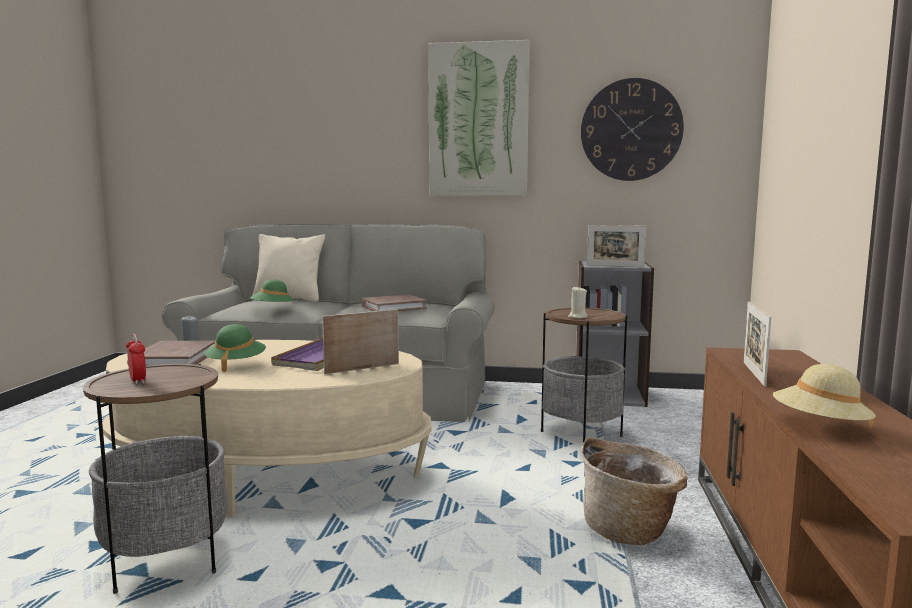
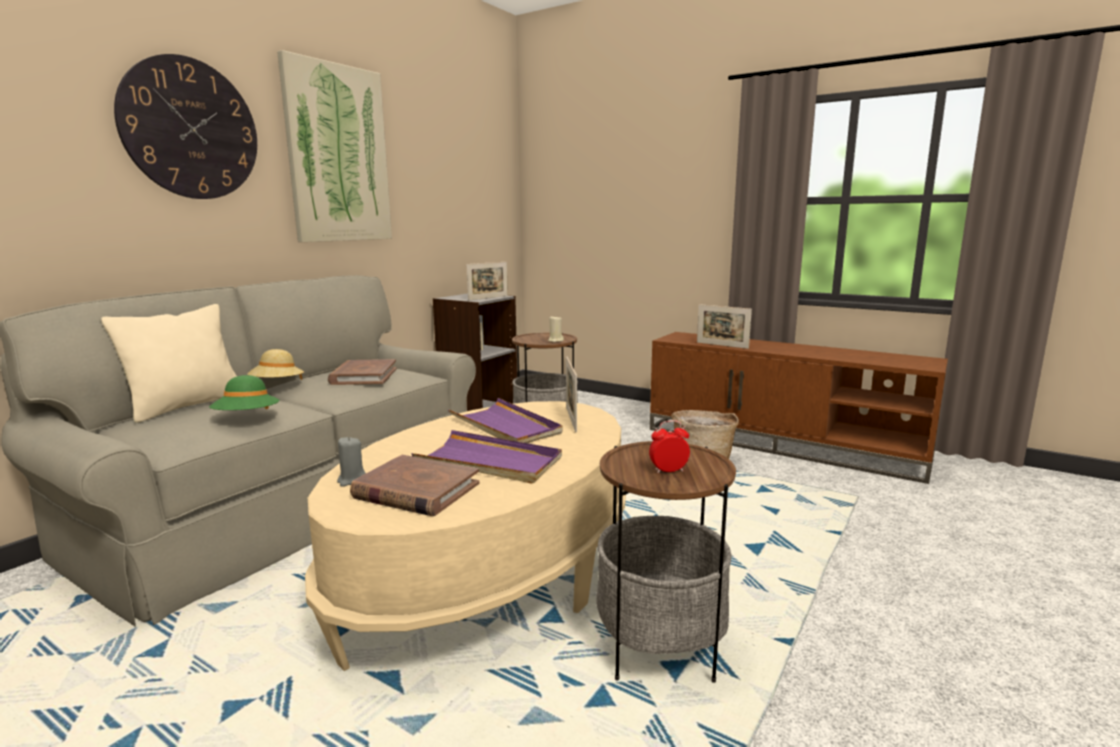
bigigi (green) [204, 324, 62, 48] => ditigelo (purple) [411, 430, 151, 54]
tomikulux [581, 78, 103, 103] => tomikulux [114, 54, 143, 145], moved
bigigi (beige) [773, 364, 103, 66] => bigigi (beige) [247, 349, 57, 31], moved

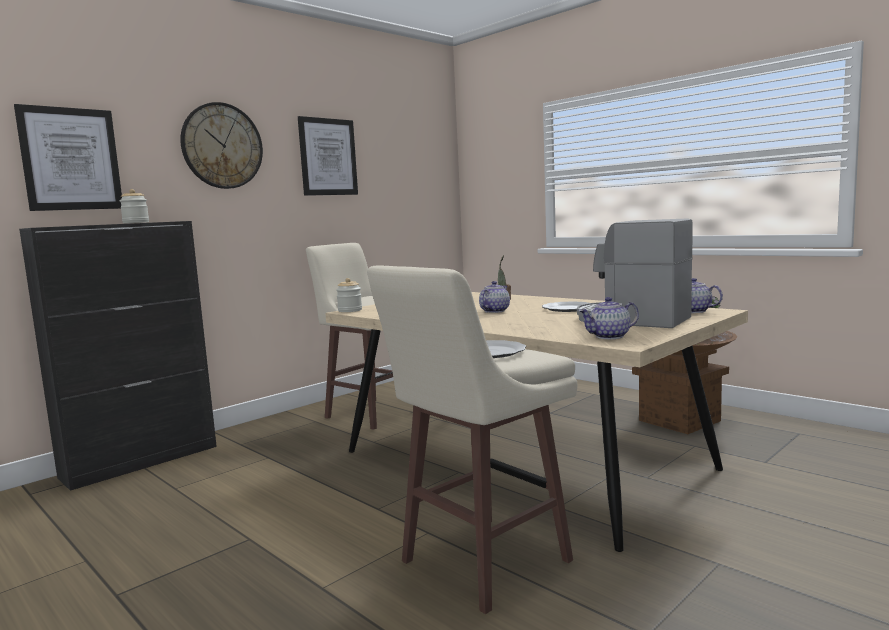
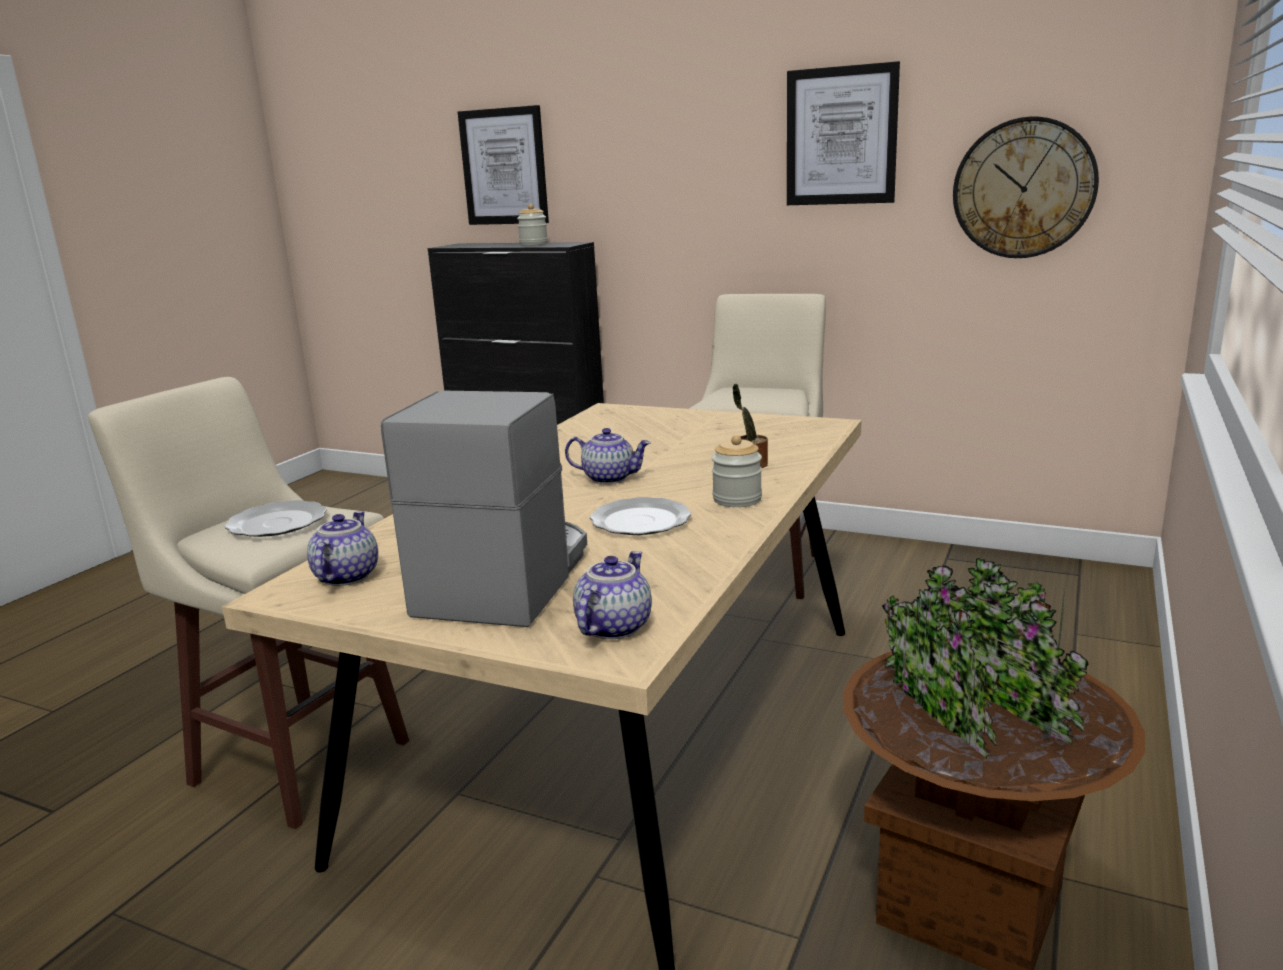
tomikulux [180, 102, 83, 87] => tomikulux [953, 117, 146, 141], moved
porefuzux [336, 278, 26, 34] => porefuzux [712, 435, 50, 72], moved
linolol [579, 297, 60, 42] => linolol [307, 512, 71, 74], 45 degrees clockwise

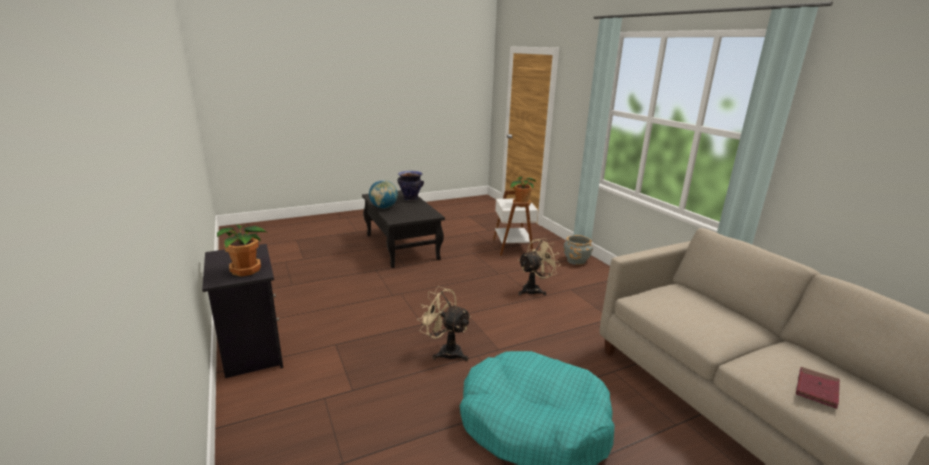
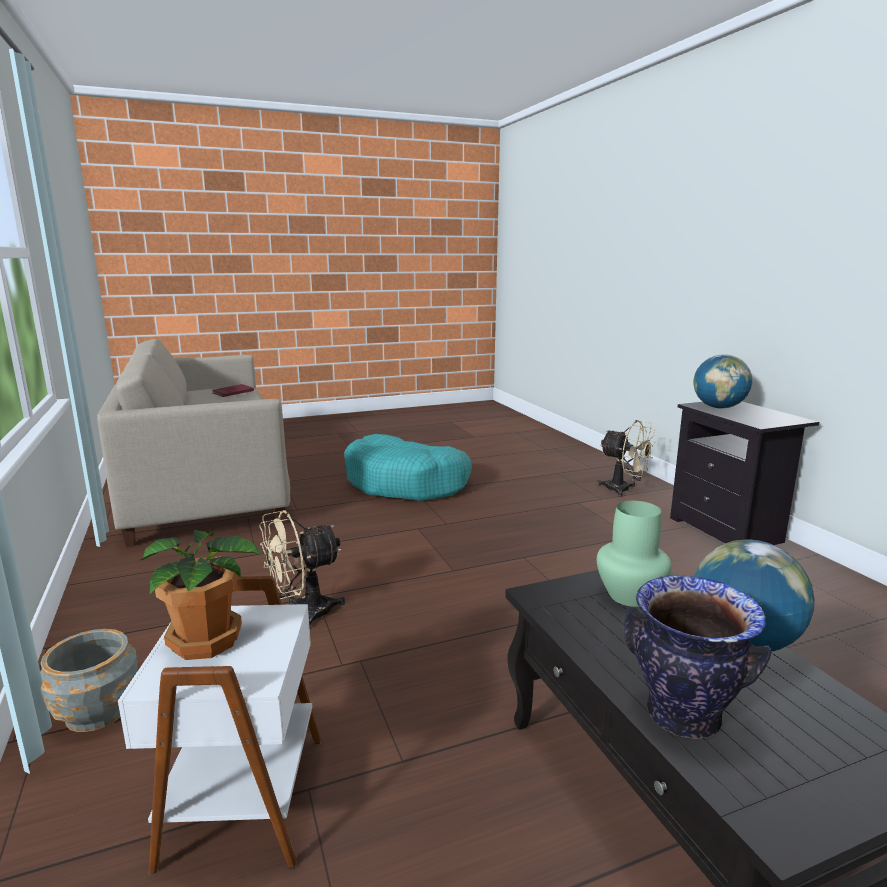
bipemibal [217, 224, 50, 52] => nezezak [694, 354, 58, 55]
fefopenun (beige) [417, 286, 54, 75] => fefopenun (beige) [597, 420, 59, 77], moved
nothing => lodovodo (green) [597, 501, 75, 106]

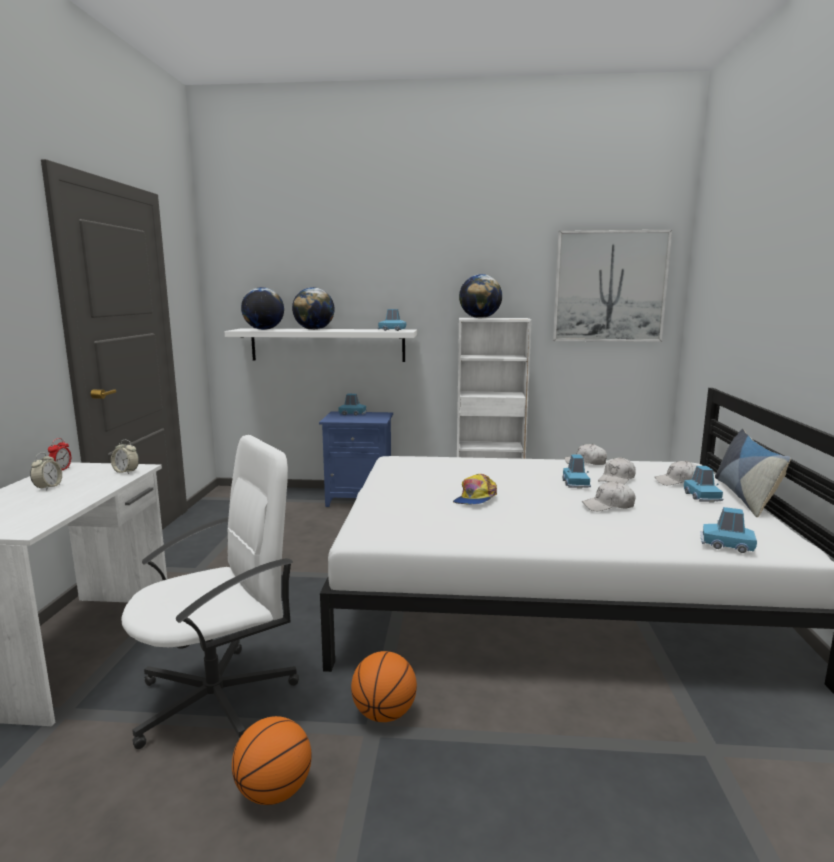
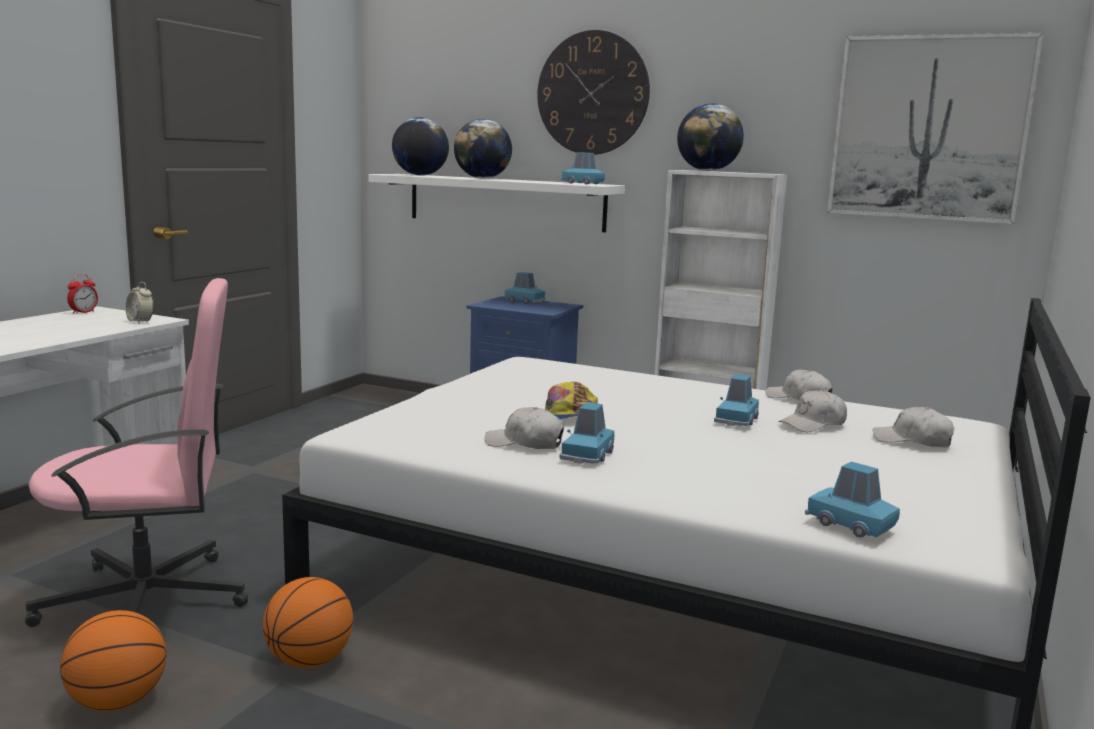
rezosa [30, 453, 32, 38] => nothing
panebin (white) [121, 435, 178, 314] => panebin (pink) [25, 278, 223, 349]
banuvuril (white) [582, 482, 53, 29] => banuvuril (white) [485, 407, 79, 42], moved
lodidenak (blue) [684, 466, 39, 36] => lodidenak (blue) [559, 402, 55, 62], moved
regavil [715, 429, 76, 88] => nothing
nothing => tomikulux [537, 30, 113, 125]

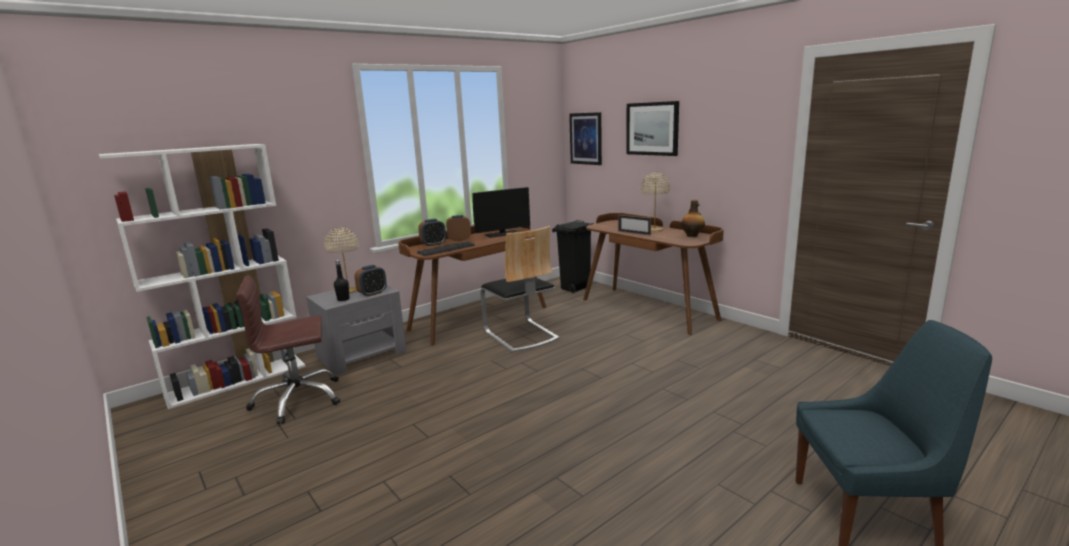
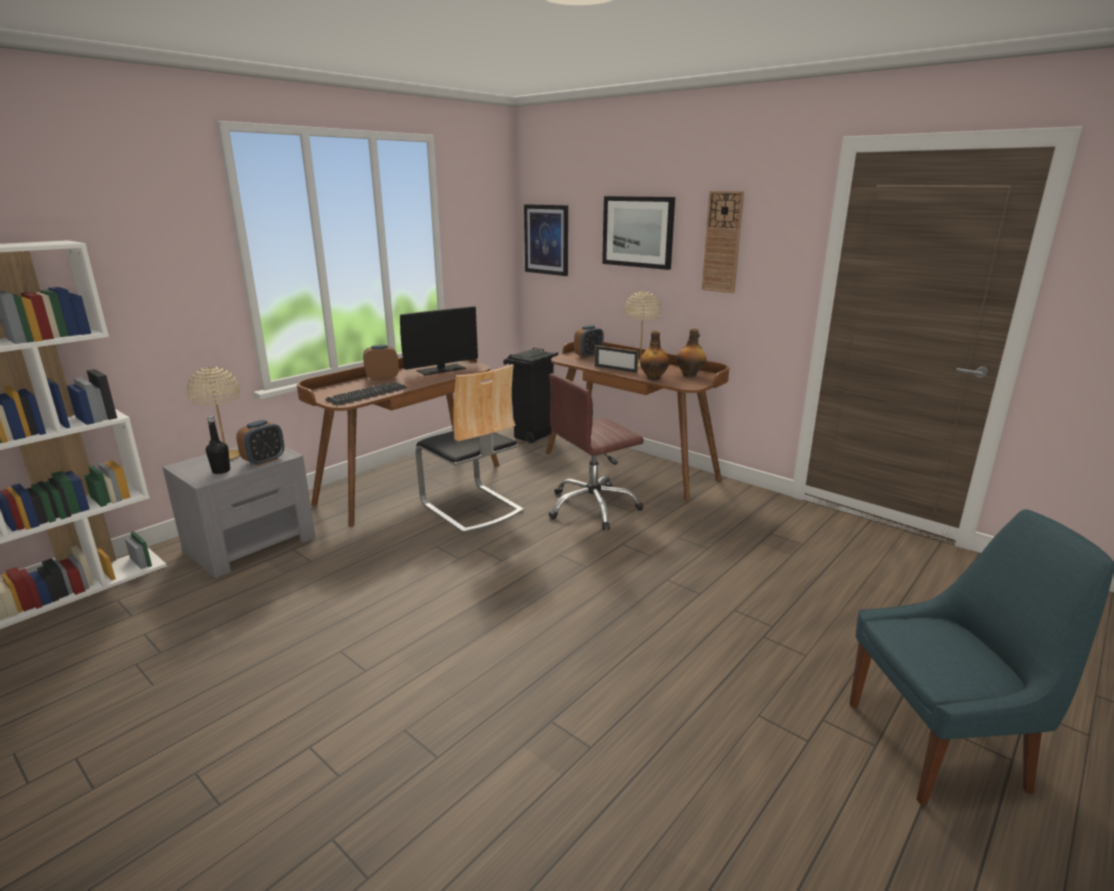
panebin (brown) [236, 275, 104, 149] => panebin (brown) [549, 373, 95, 157], moved
rezosa [418, 219, 28, 27] => rezosa [574, 325, 30, 33], moved
nothing => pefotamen [640, 331, 29, 49]
nothing => tomikulux [702, 191, 42, 102]

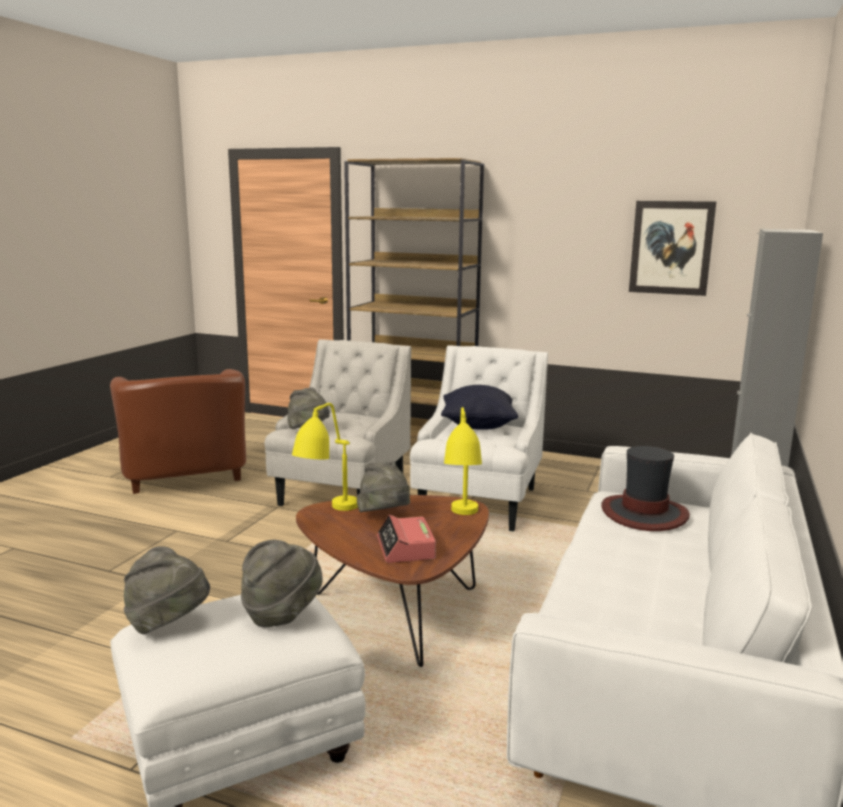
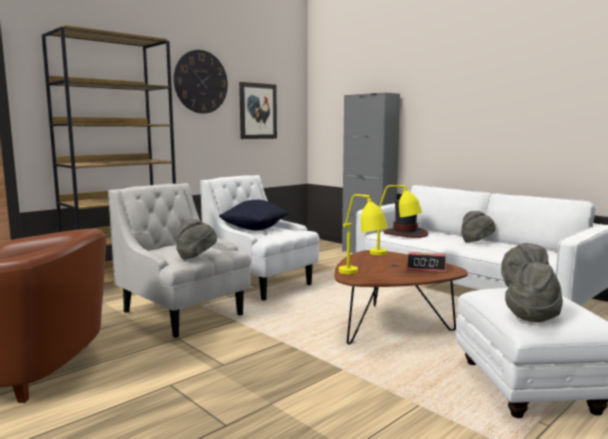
bigigi (grey) [357, 461, 53, 51] => bigigi (grey) [461, 211, 34, 31], moved
nothing => tomikulux [173, 50, 55, 64]

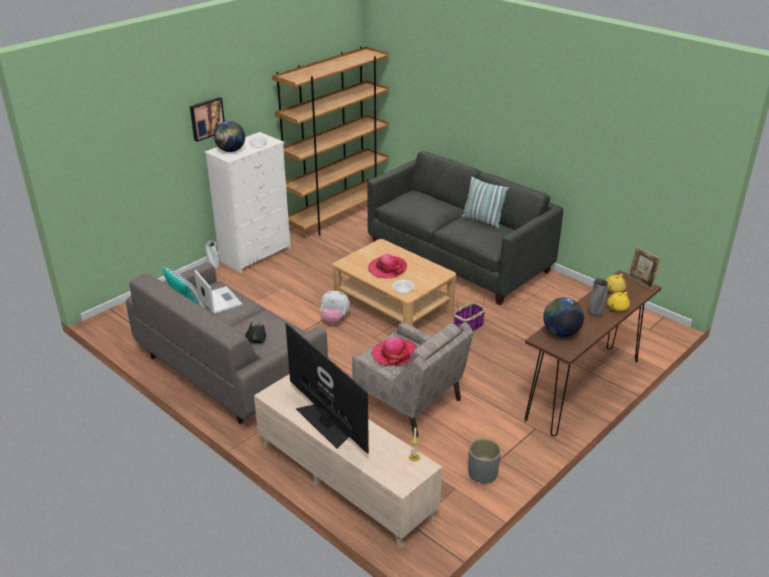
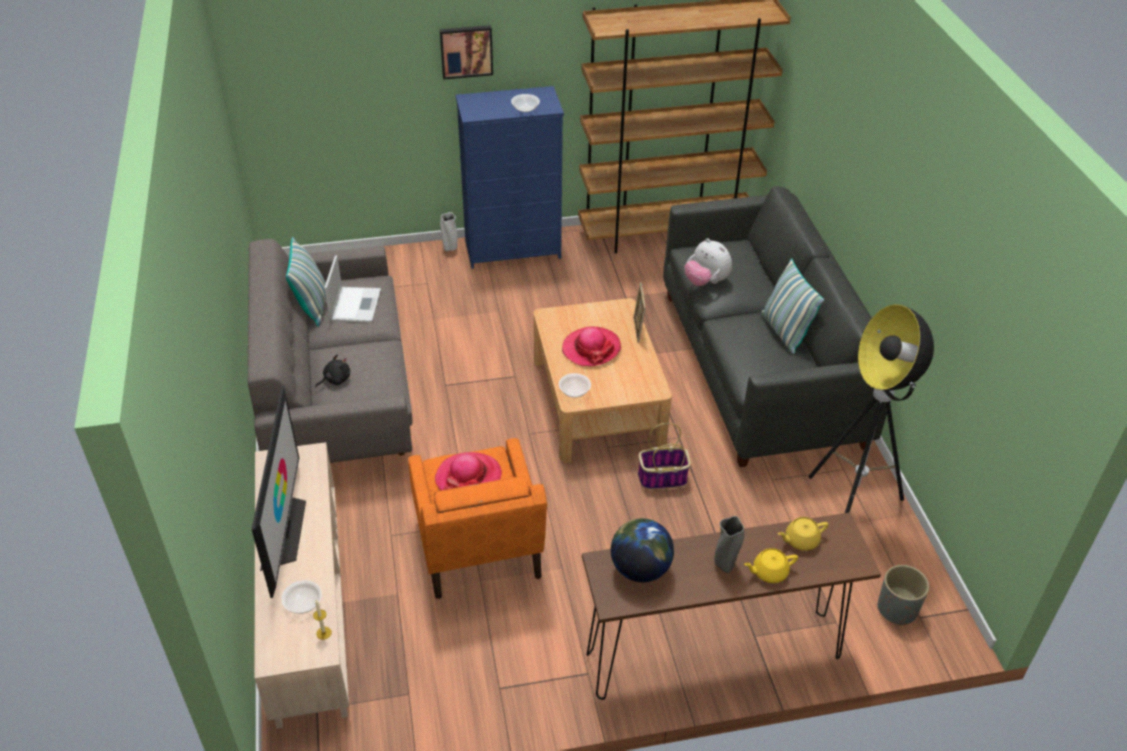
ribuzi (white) [204, 132, 87, 141] => ribuzi (blue) [455, 86, 109, 183]
nezezak [214, 121, 31, 31] => nothing
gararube [320, 290, 30, 34] => gararube [684, 238, 48, 48], moved
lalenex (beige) [352, 322, 121, 115] => lalenex (orange) [408, 438, 139, 161]
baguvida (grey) [468, 438, 33, 45] => baguvida (grey) [877, 565, 52, 61], moved
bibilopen [628, 246, 33, 43] => bibilopen [633, 282, 13, 61], moved
nothing => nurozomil [281, 580, 41, 34]
nothing => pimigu [808, 304, 126, 209]

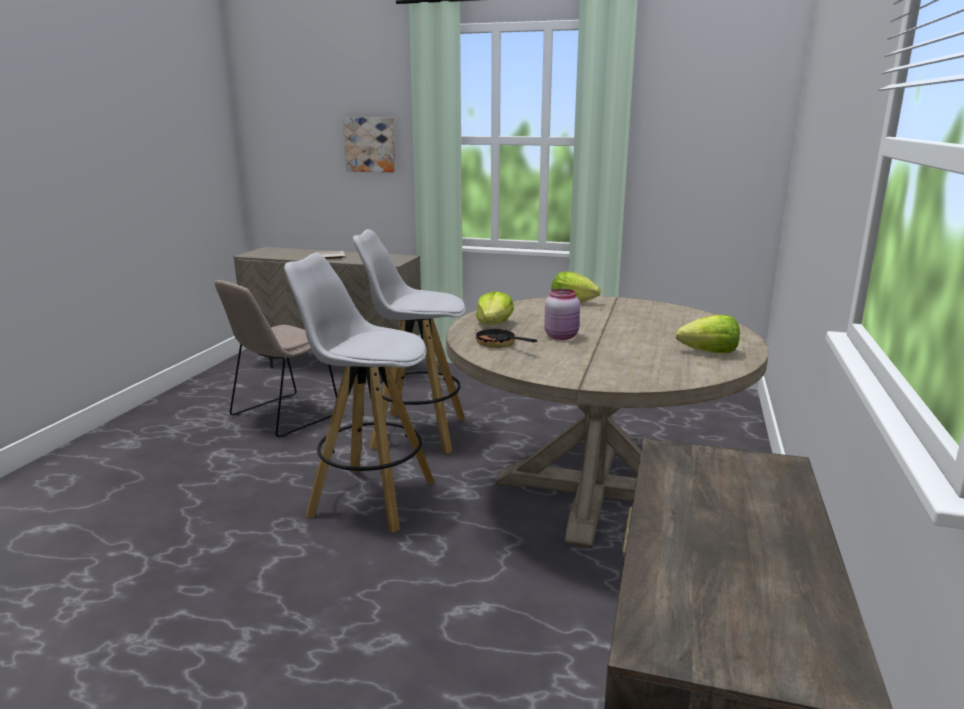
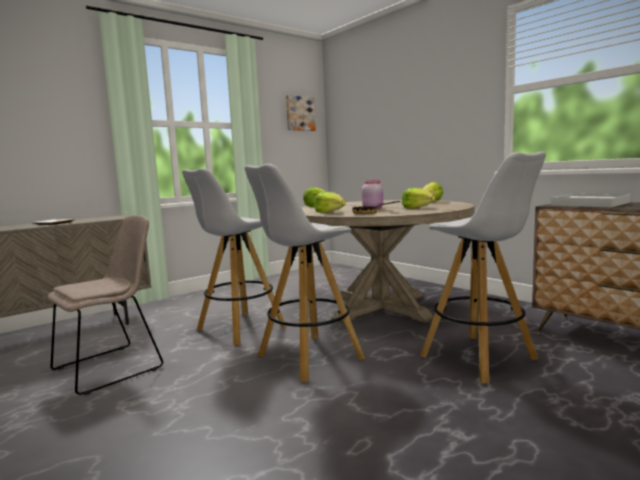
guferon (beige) [215, 280, 122, 157] => guferon (beige) [48, 215, 115, 180], 120 degrees counterclockwise
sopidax [343, 117, 53, 55] => sopidax [286, 95, 30, 36], moved
nothing => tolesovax [402, 188, 33, 21]
nothing => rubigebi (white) [420, 152, 126, 231]
nothing => ditigelo (white) [551, 194, 79, 13]

